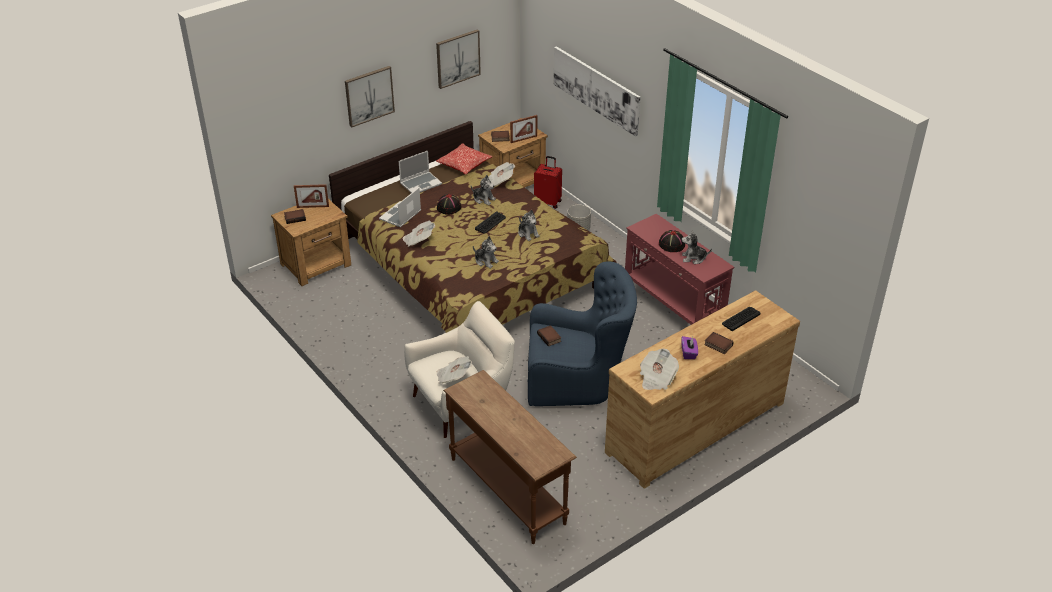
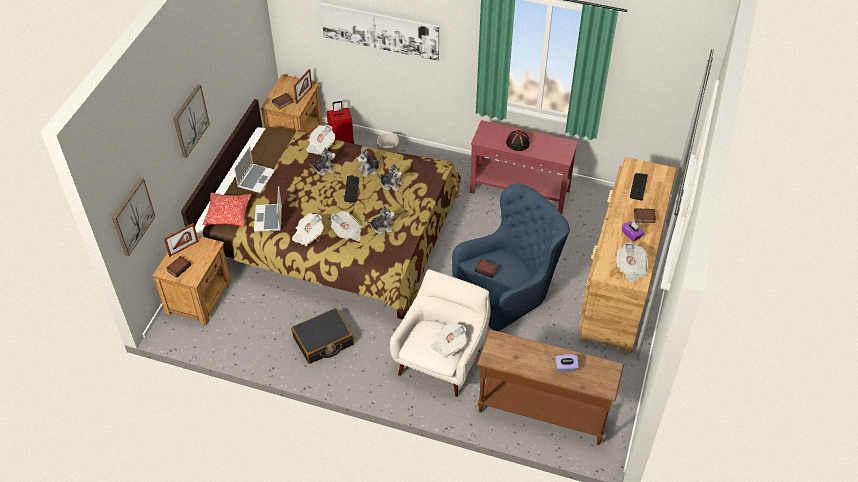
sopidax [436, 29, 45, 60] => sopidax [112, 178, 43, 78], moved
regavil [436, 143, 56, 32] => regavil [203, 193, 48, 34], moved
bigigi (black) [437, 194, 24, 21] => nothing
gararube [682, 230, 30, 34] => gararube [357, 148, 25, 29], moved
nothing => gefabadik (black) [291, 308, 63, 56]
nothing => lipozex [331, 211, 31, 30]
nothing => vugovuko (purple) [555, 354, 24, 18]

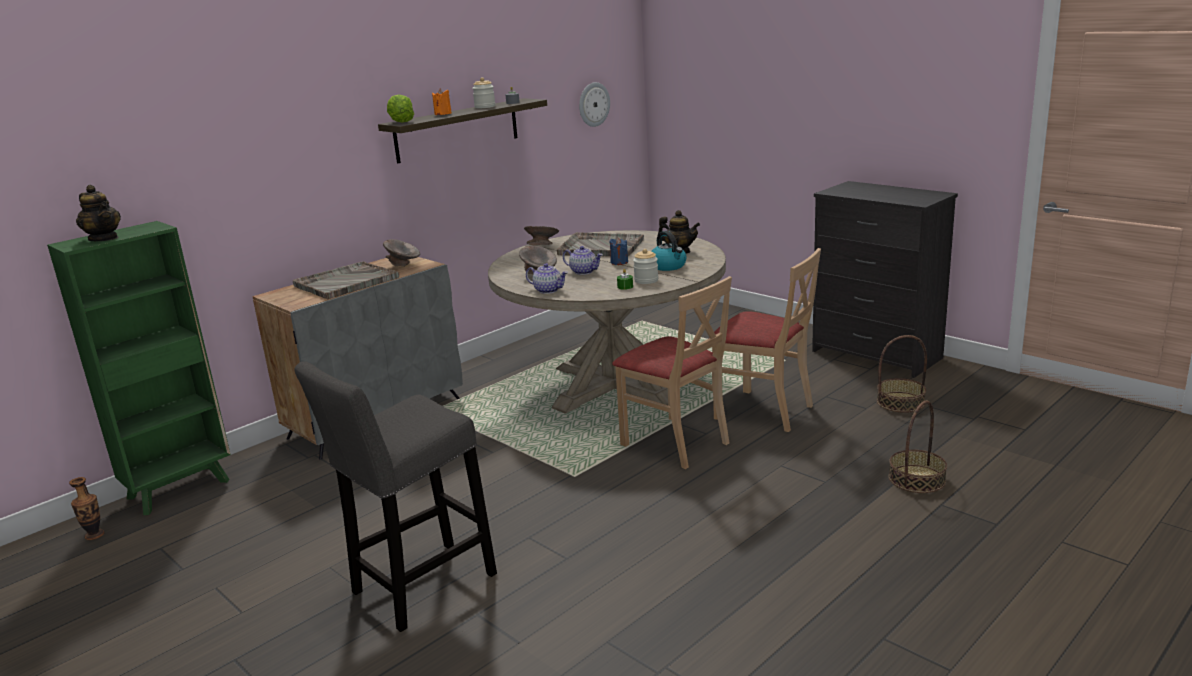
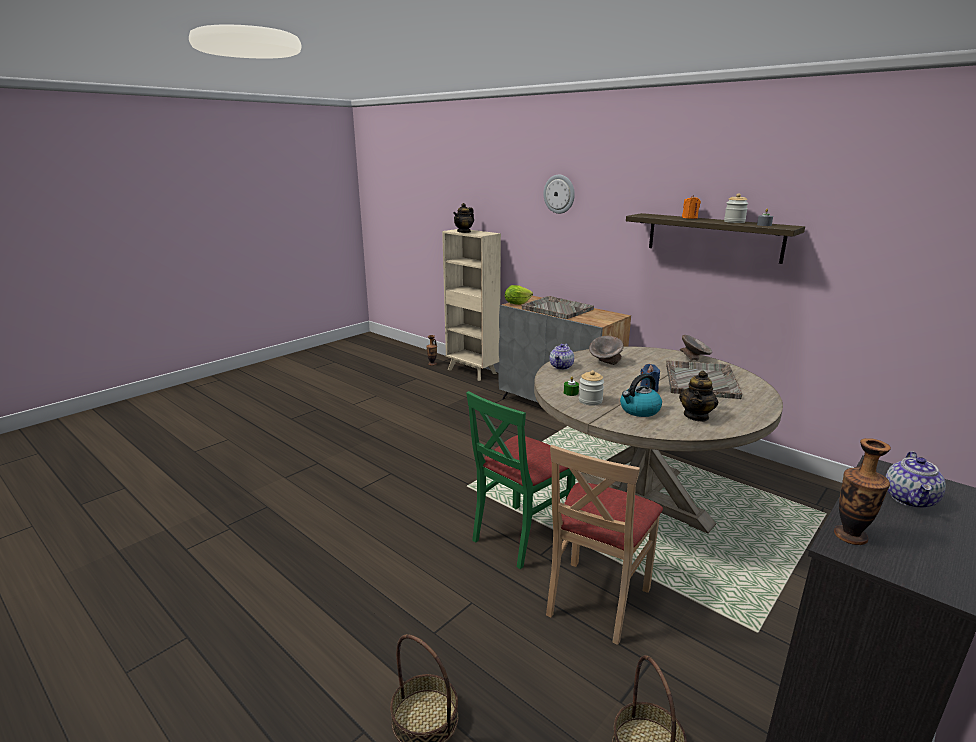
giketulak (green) [47, 221, 184, 294] => giketulak (beige) [442, 229, 59, 152]
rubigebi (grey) [294, 362, 203, 270] => nothing
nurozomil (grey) [383, 239, 37, 28] => nothing
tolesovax [387, 94, 27, 29] => tolesovax [505, 285, 28, 20], moved
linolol [563, 246, 40, 29] => linolol [886, 451, 60, 57], moved
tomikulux [579, 82, 31, 45] => tomikulux [543, 175, 32, 39], moved
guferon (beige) [612, 276, 120, 193] => guferon (green) [466, 391, 109, 178]
nothing => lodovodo [834, 438, 57, 107]

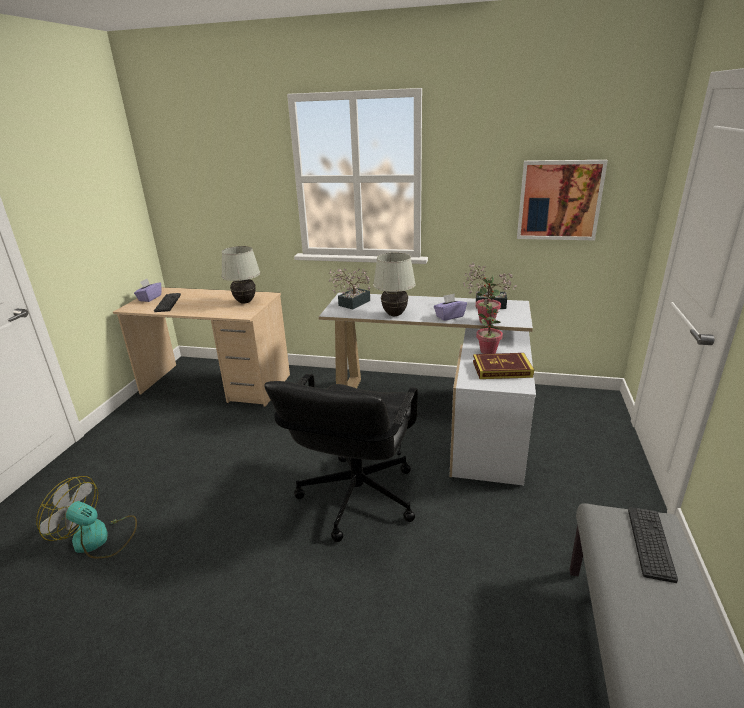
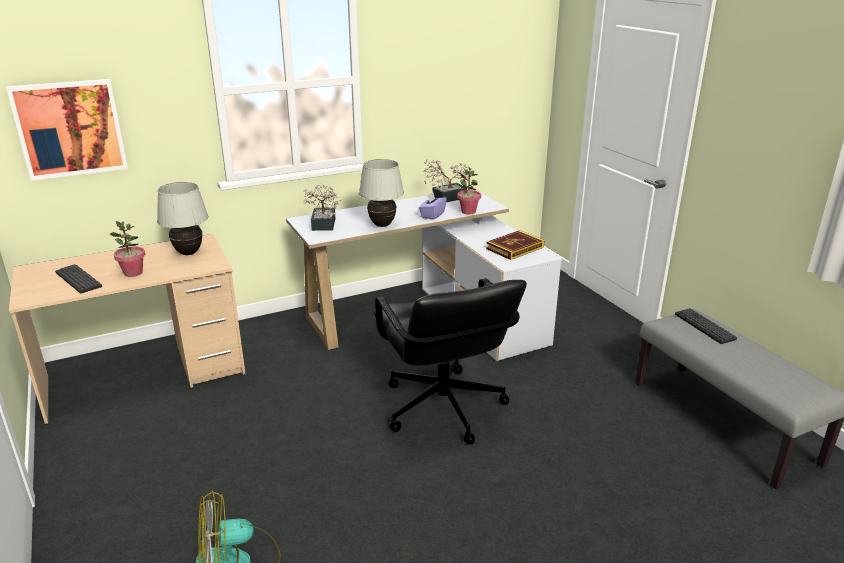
vugovuko (purple) [134, 279, 27, 23] => nothing
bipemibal [476, 304, 27, 50] => bipemibal [109, 221, 36, 56], moved
sopidax [517, 160, 91, 80] => sopidax [6, 79, 122, 102], moved

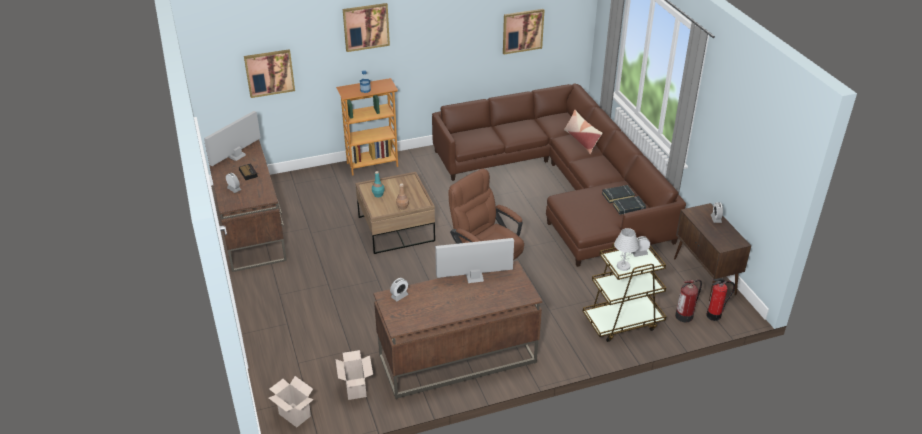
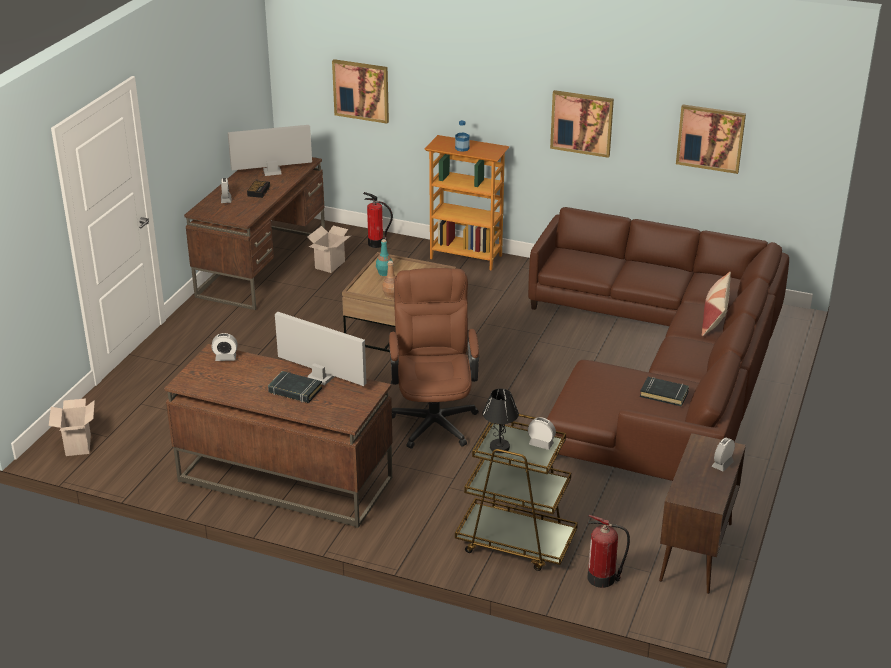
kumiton [335, 350, 38, 50] => kumiton [307, 226, 44, 47], moved
sopidax [343, 3, 47, 49] => sopidax [550, 90, 64, 68], moved
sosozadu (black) [613, 196, 33, 19] => sosozadu (black) [268, 371, 54, 32], moved
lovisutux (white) [614, 228, 25, 43] => lovisutux (black) [483, 388, 36, 65]
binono [706, 278, 29, 43] => binono [363, 192, 30, 56], moved

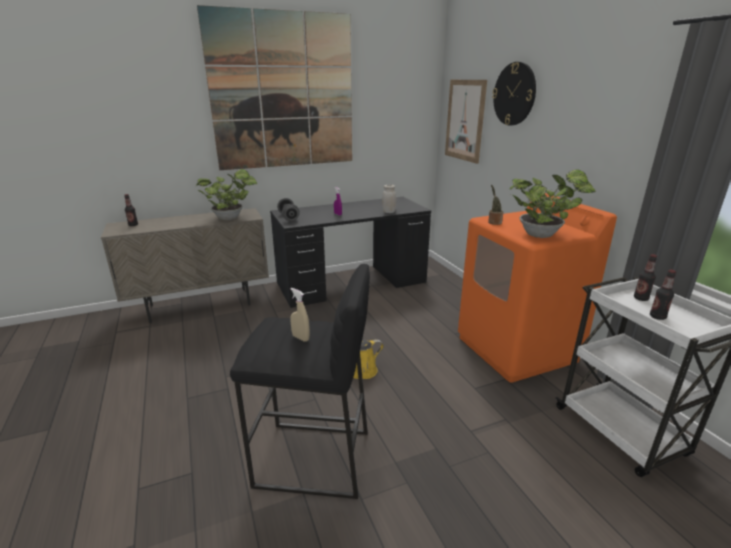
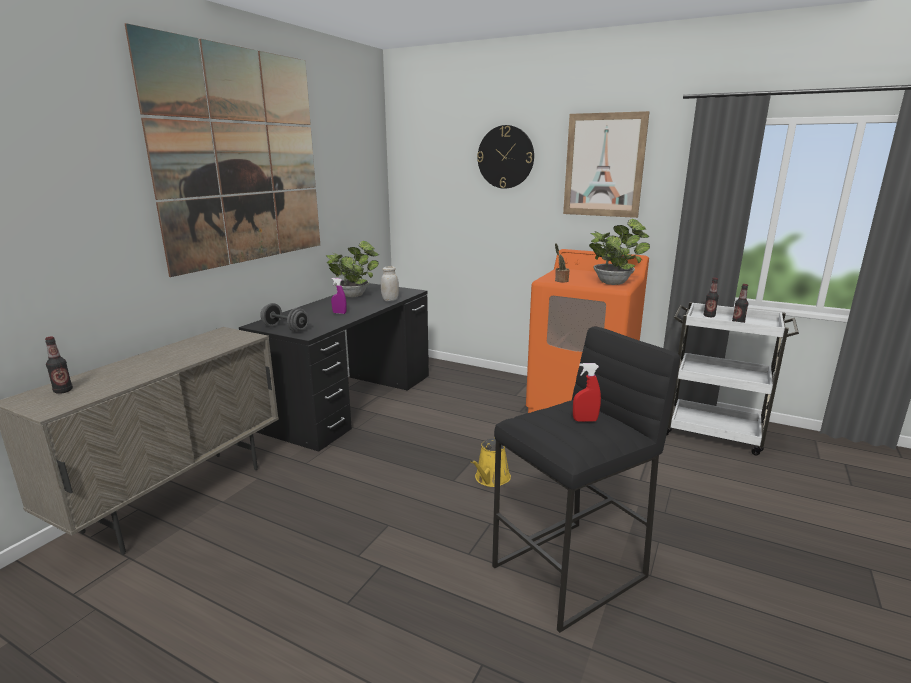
bipemibal [196, 169, 61, 51] => bipemibal [326, 241, 53, 56], moved
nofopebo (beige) [290, 288, 20, 54] => nofopebo (red) [573, 363, 28, 59]
sopidax [445, 80, 42, 84] => sopidax [563, 111, 87, 107], moved

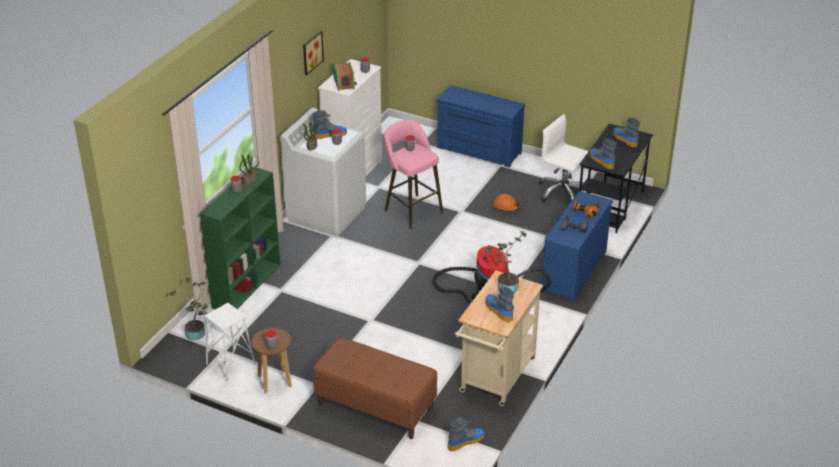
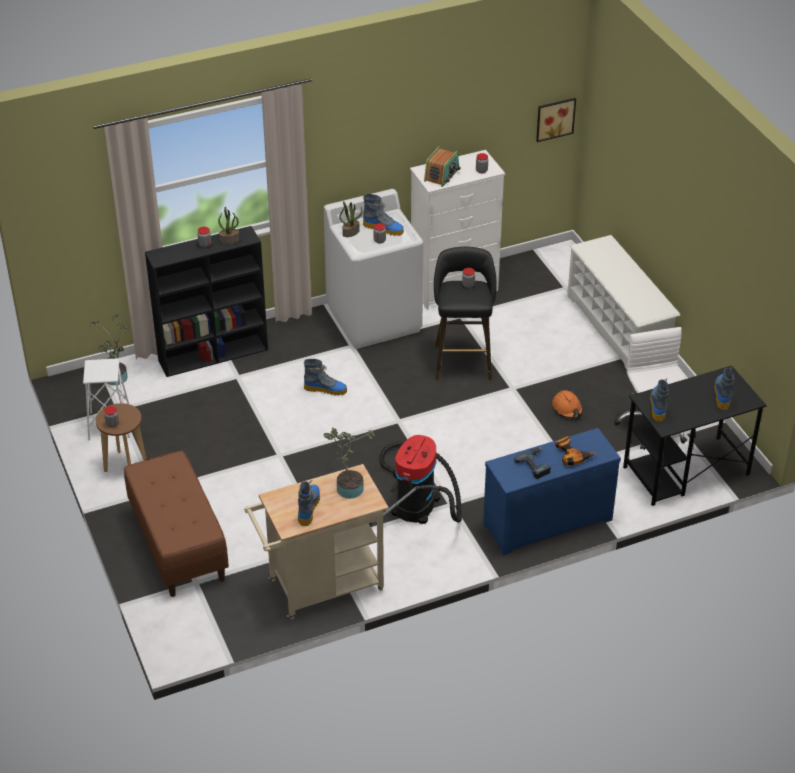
giketulak (green) [200, 166, 81, 144] => giketulak (black) [145, 226, 123, 151]
sopidax [303, 31, 21, 44] => sopidax [536, 98, 40, 44], moved
rubigebi (pink) [384, 119, 59, 110] => rubigebi (black) [434, 247, 63, 133]
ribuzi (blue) [437, 85, 88, 83] => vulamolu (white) [567, 235, 113, 134]
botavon [447, 418, 38, 33] => botavon [304, 359, 43, 37], moved

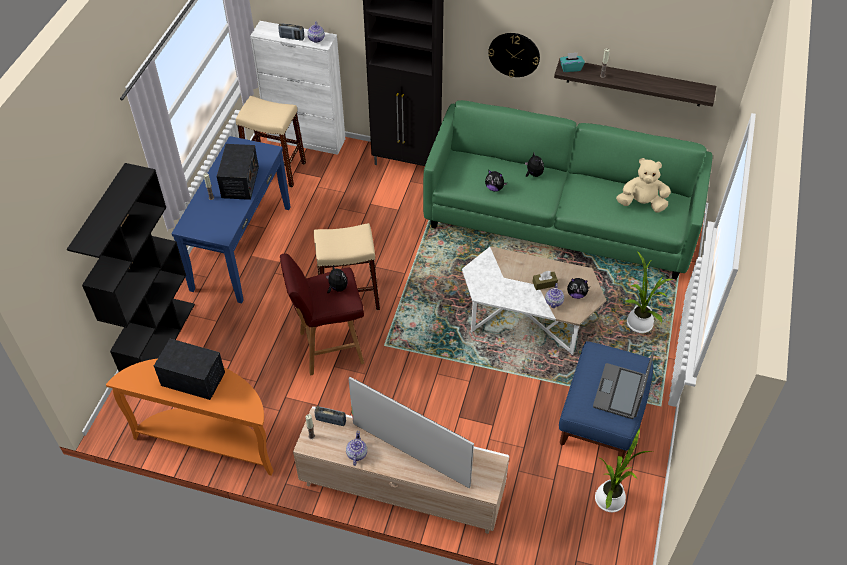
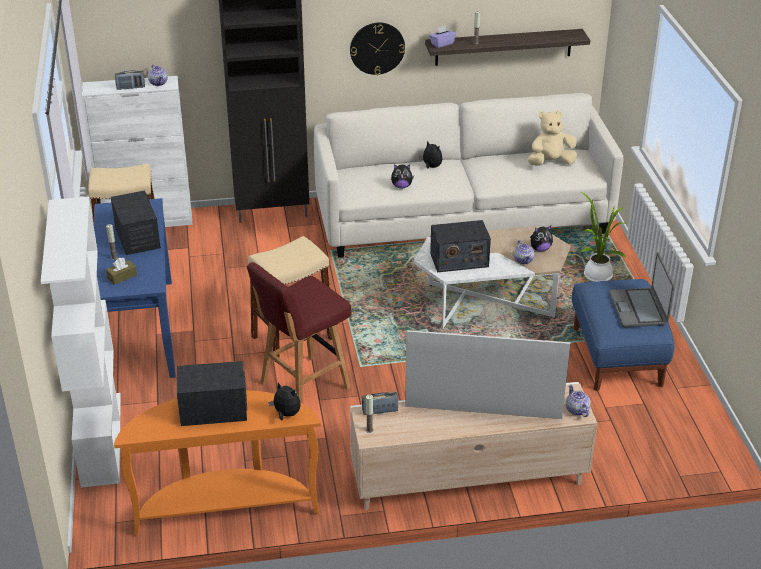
giketulak (black) [67, 163, 128, 209] => giketulak (white) [41, 197, 80, 291]
gararube [326, 264, 21, 29] => gararube [269, 382, 32, 39], moved
linolol [346, 431, 21, 35] => linolol [566, 384, 24, 33], moved
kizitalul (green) [423, 100, 290, 180] => kizitalul (white) [314, 93, 310, 165]
vugovuko (brown) [532, 271, 26, 19] => vugovuko (brown) [106, 258, 31, 27], moved
vugovuko (turquoise) [560, 53, 25, 19] => vugovuko (purple) [429, 25, 27, 23]
bipemibal [595, 428, 57, 84] => nothing
nothing => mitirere [430, 220, 61, 52]

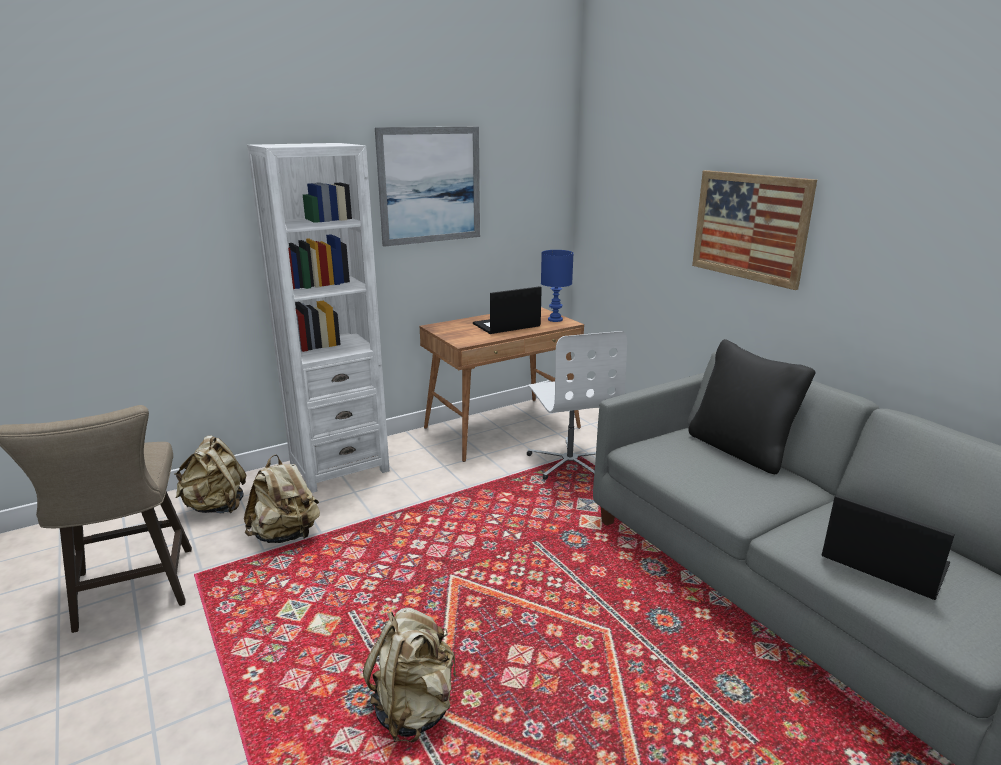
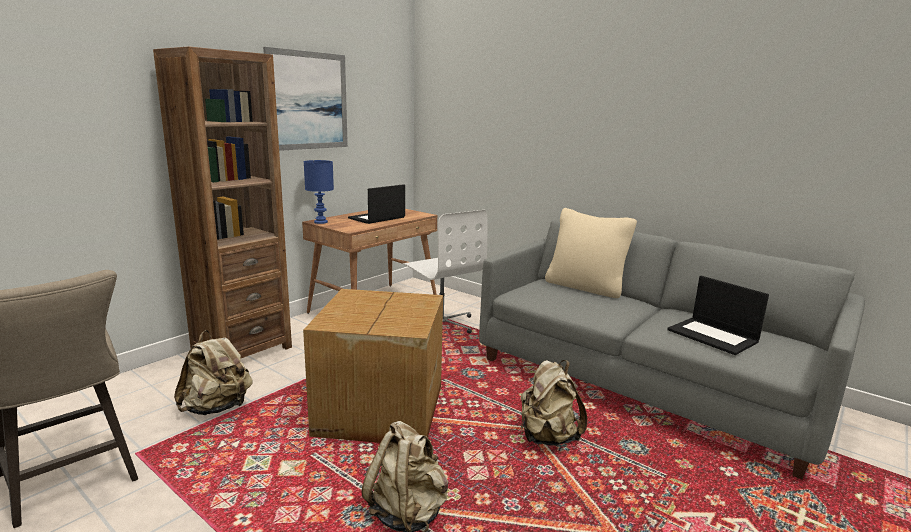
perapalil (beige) [174, 436, 72, 77] => perapalil (beige) [521, 360, 66, 86], moved
giketulak (white) [247, 143, 143, 350] => giketulak (brown) [153, 47, 139, 311]
lovisutux (blue) [541, 250, 32, 72] => lovisutux (blue) [304, 160, 30, 64], moved
regavil (black) [688, 339, 128, 135] => regavil (beige) [545, 208, 92, 90]
sopidax [692, 170, 125, 120] => nothing
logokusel [822, 495, 133, 105] => logokusel [667, 276, 102, 79], 150 degrees counterclockwise
nothing => kumiton [303, 289, 140, 154]

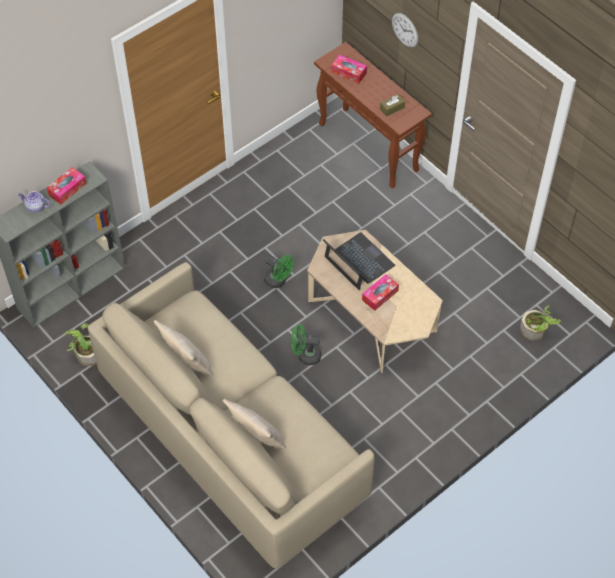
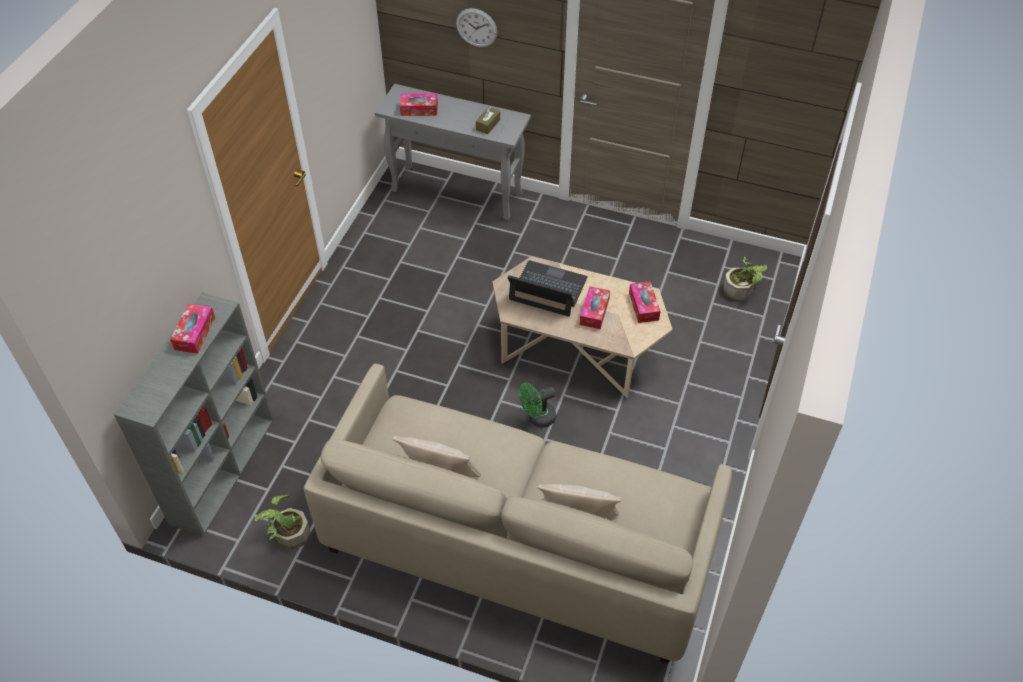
linolol [17, 191, 34, 21] => nothing
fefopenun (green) [264, 255, 30, 33] => nothing
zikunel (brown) [314, 42, 118, 147] => zikunel (grey) [375, 84, 156, 136]
nothing => vugovuko [629, 281, 32, 42]

